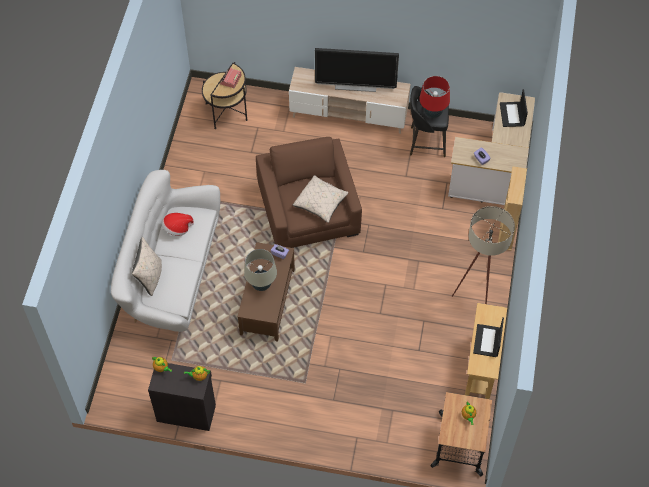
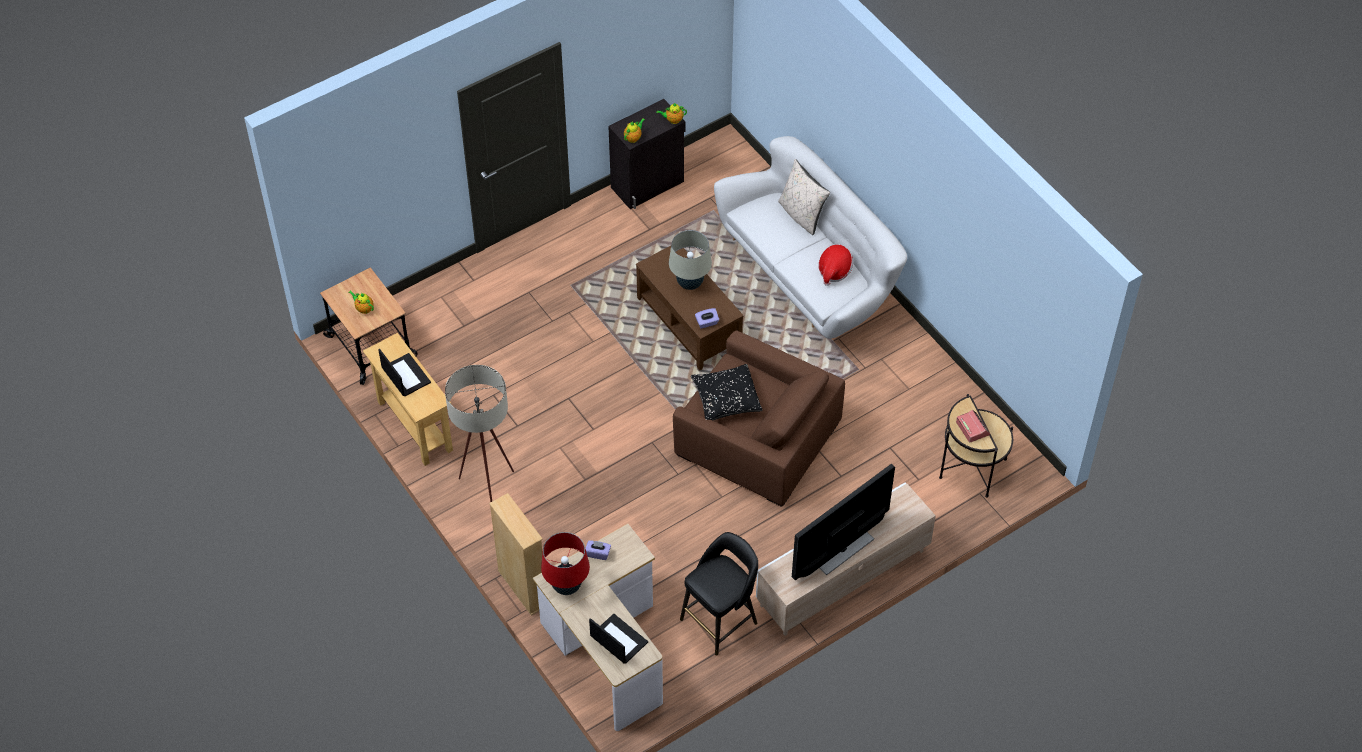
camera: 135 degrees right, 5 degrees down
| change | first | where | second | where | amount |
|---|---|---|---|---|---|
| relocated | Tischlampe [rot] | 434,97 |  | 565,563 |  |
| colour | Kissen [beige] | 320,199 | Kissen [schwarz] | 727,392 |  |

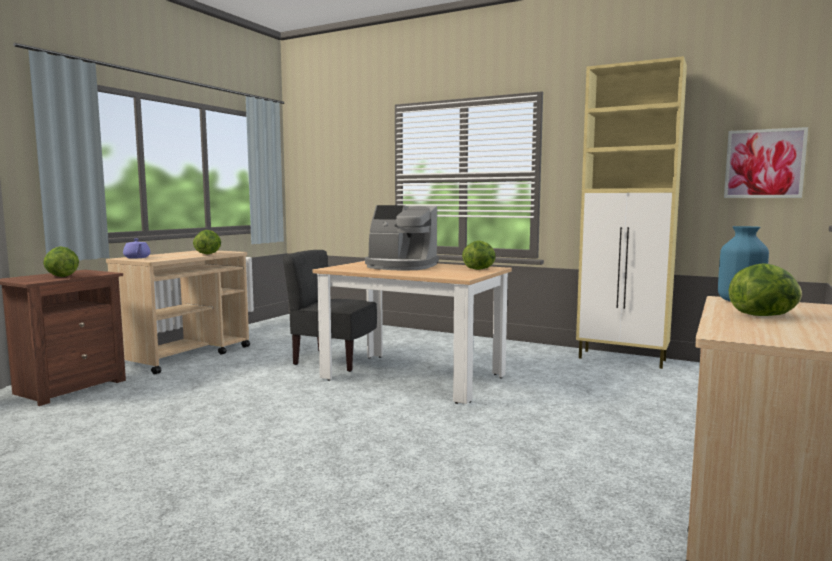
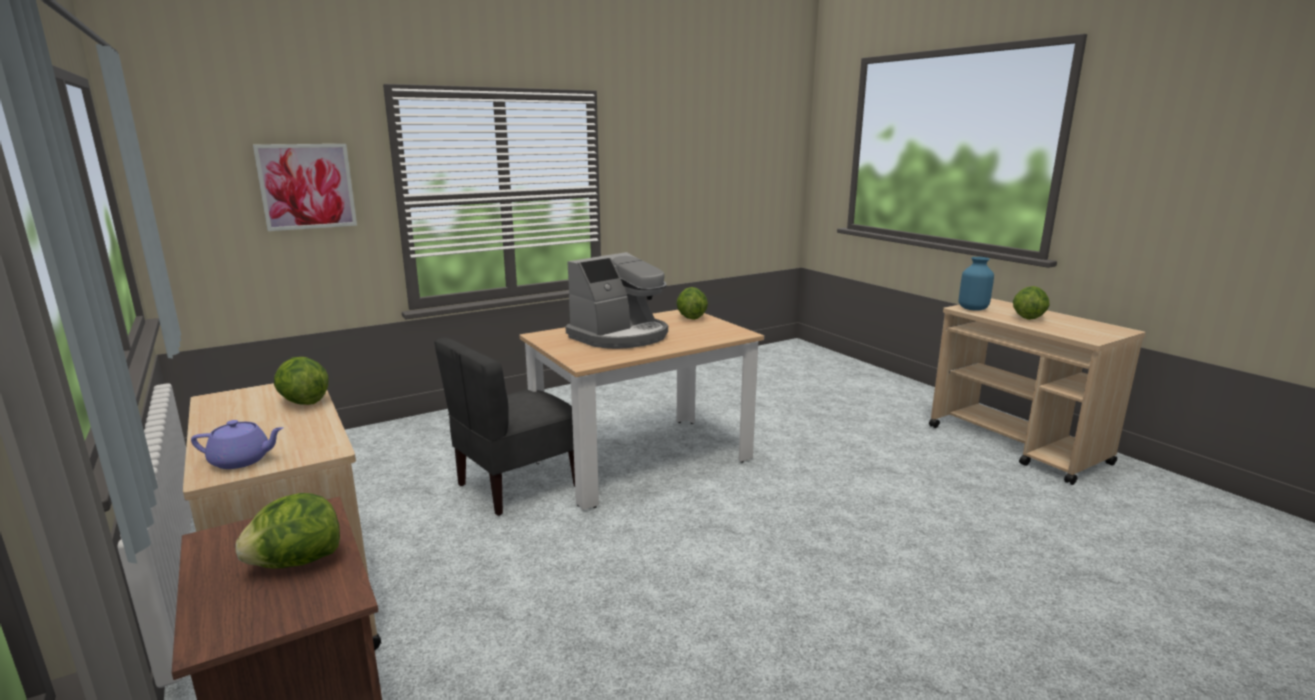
camera: 60 degrees left, 10 degrees up
| change | first | where | second | where | amount |
|---|---|---|---|---|---|
| missing | Schrank [beige] | 631,212 |  |  |  |
| relocated | Bild | 766,162 |  | 305,187 |  |

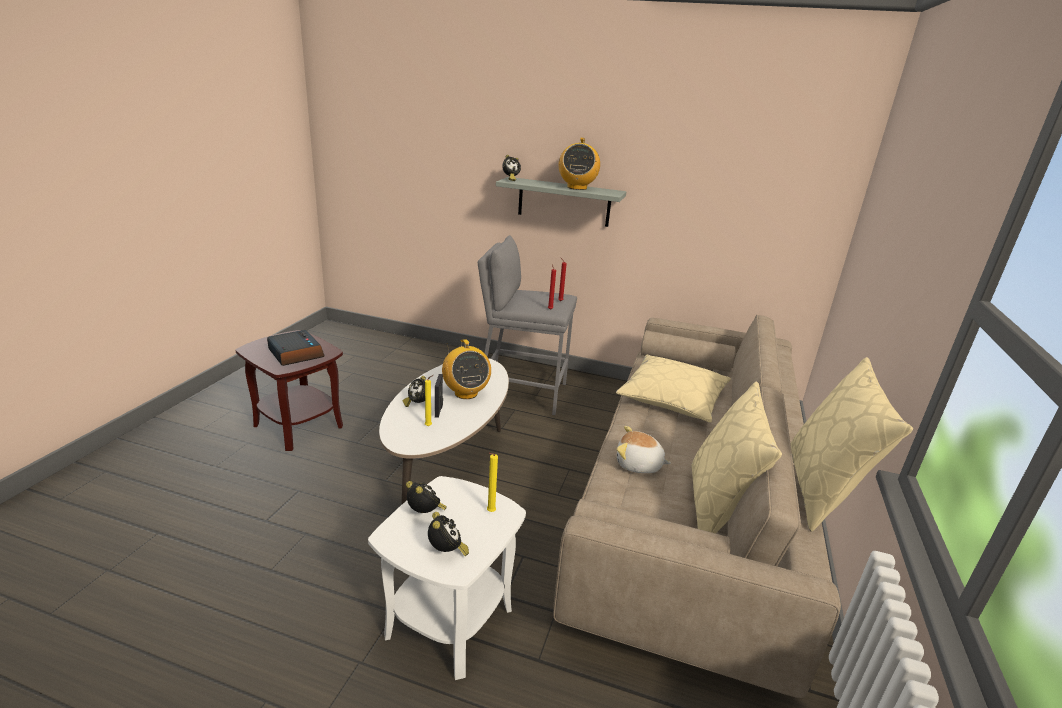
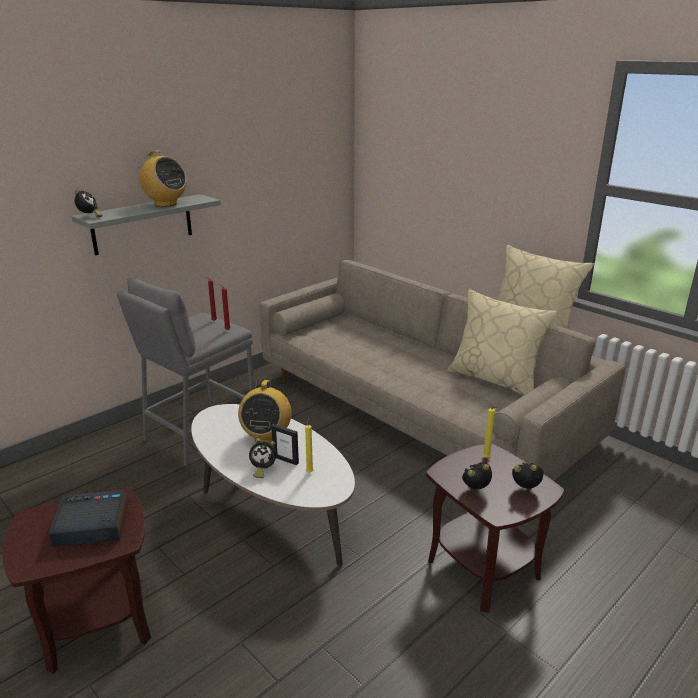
camera: 60 degrees left, 0 degrees up
| change | first | where | second | where | amount |
|---|---|---|---|---|---|
| missing | Kissen [beige] | 673,388 |  |  |  |
| missing | Plüschtier | 644,449 |  |  |  |
| colour | Beistelltisch [weiß] | 447,578 | Beistelltisch [braun] | 495,527 |  |
| spun | Radio | 466,369 |  | 265,411 | 90 degrees clockwise |

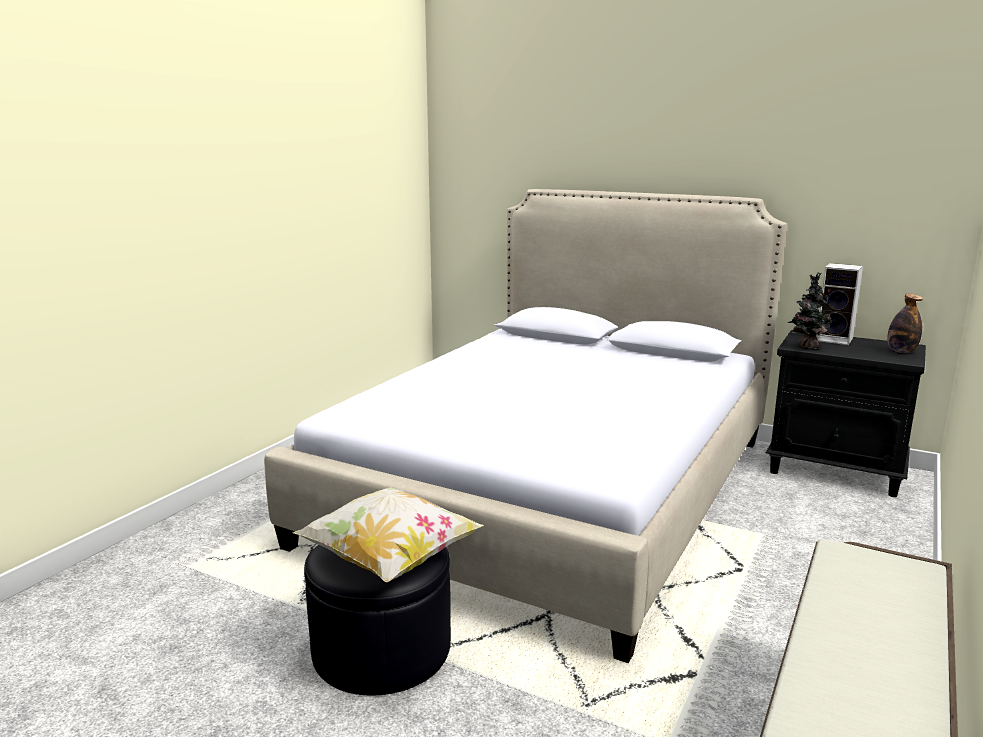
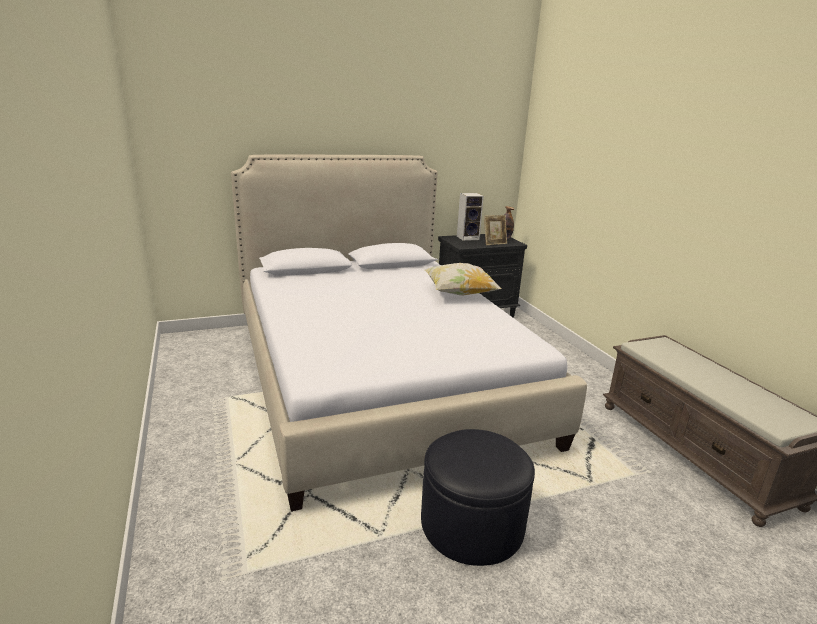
camera: 50 degrees left, 5 degrees up
| change | first | where | second | where | amount |
|---|---|---|---|---|---|
| missing | Topfpflanze | 809,311 |  |  |  |
| appeared |  |  | Bilderrahmen | 495,230 |  |
| relocated | Kissen | 388,534 |  | 463,279 |  |

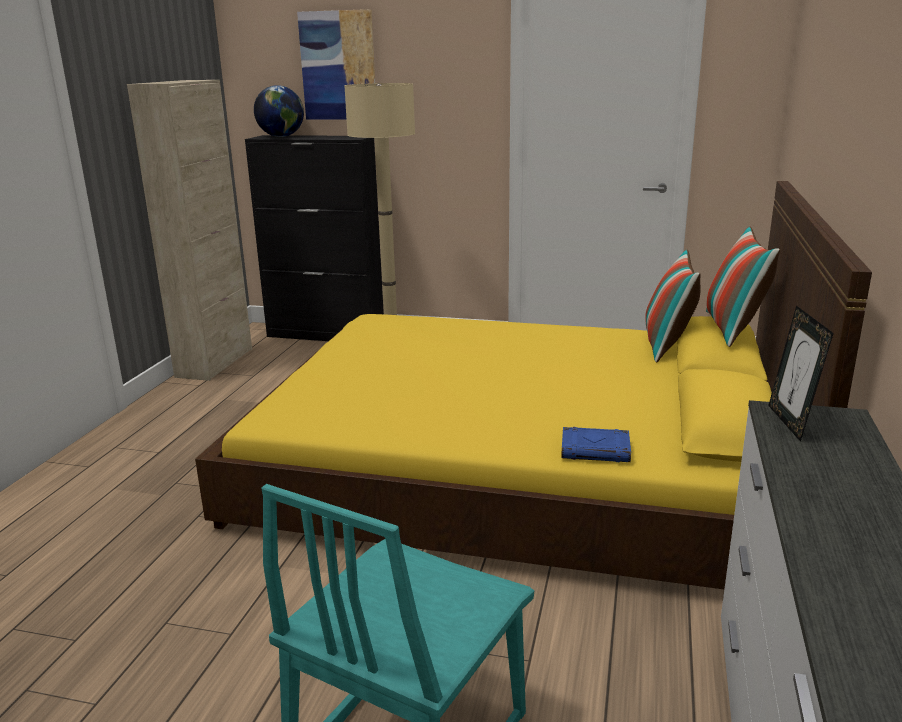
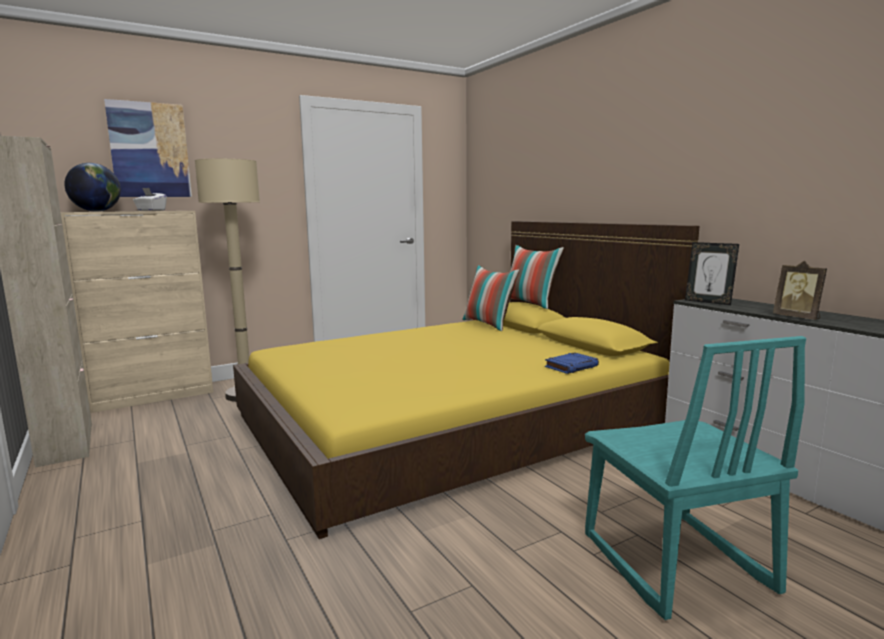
camera: 45 degrees left, 10 degrees down
| change | first | where | second | where | amount |
|---|---|---|---|---|---|
| appeared |  |  | Taschentuchbox [weiß] | 150,199 |  |
| appeared |  |  | Bilderrahmen | 800,290 |  |
| colour | Schrank [schwarz] | 314,238 | Schrank [beige] | 137,312 |  |

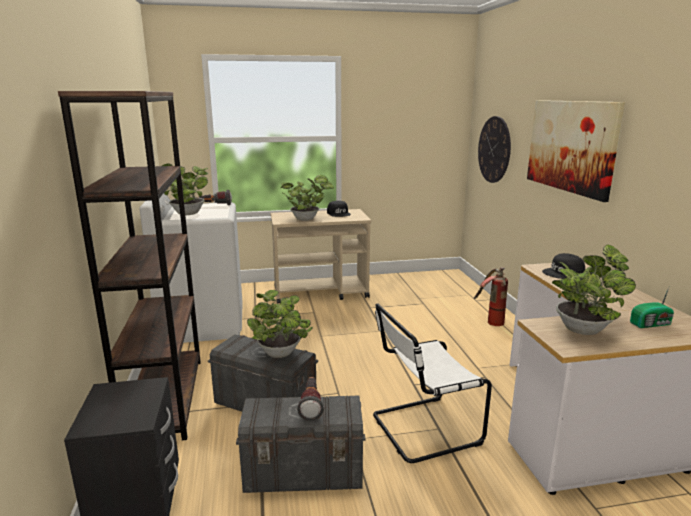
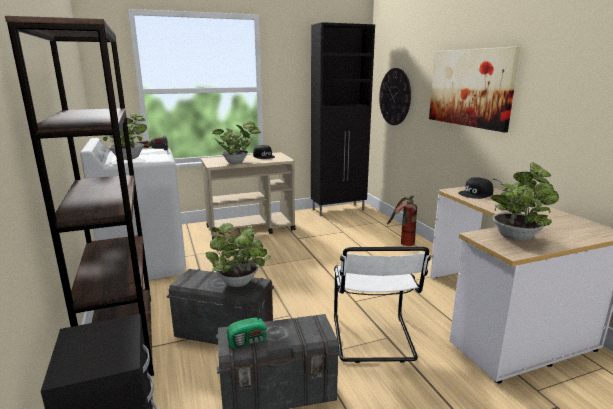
camera: 10 degrees left, 0 degrees up
| change | first | where | second | where | amount |
|---|---|---|---|---|---|
| missing | Taschenlampe | 310,399 |  |  |  |
| appeared |  |  | Schrank [schwarz] | 343,119 |  |
| relocated | Radio | 652,306 |  | 247,324 |  |
| spun | Stuhl [weiß] | 432,383 |  | 382,305 | 60 degrees counterclockwise |

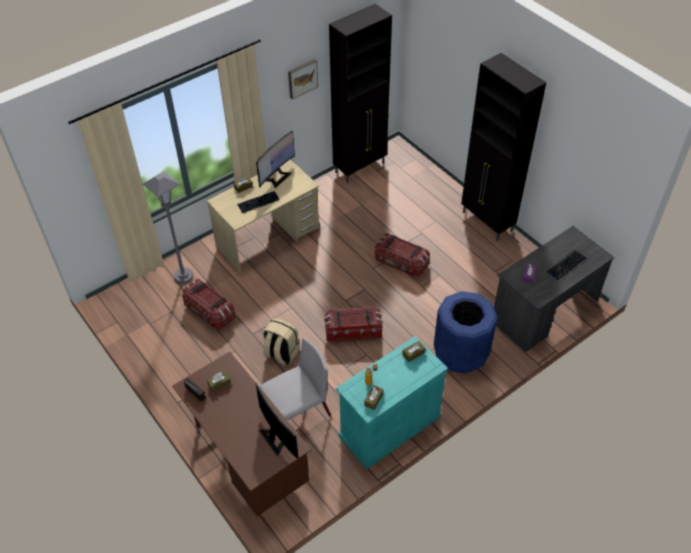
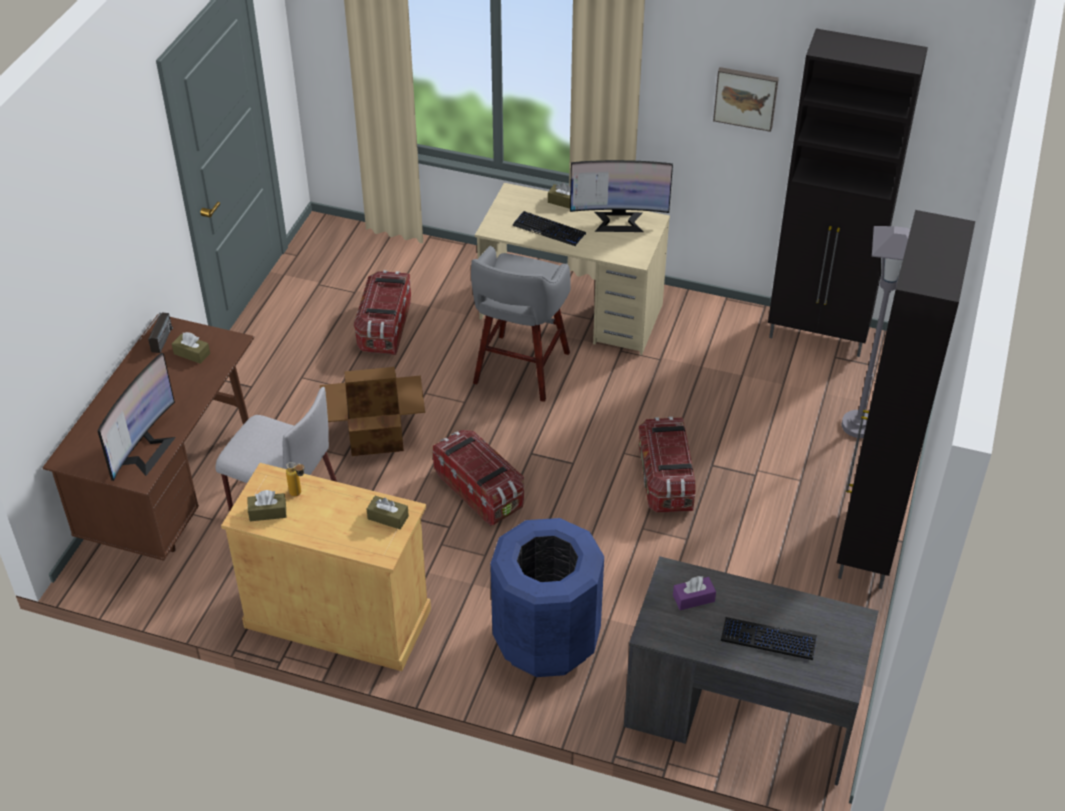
camera: 55 degrees right, 5 degrees down
| change | first | where | second | where | amount |
|---|---|---|---|---|---|
| appeared |  |  | Hocker [grau] | 521,324 |  |
| relocated | Stehlampe [grau] | 168,227 |  | 876,332 |  |
| exchanged | Rucksack [beige] | 281,342 | Karton | 372,411 |  |
| colour | Schrank [türkis] | 391,402 | Schrank [beige] | 326,567 |  |

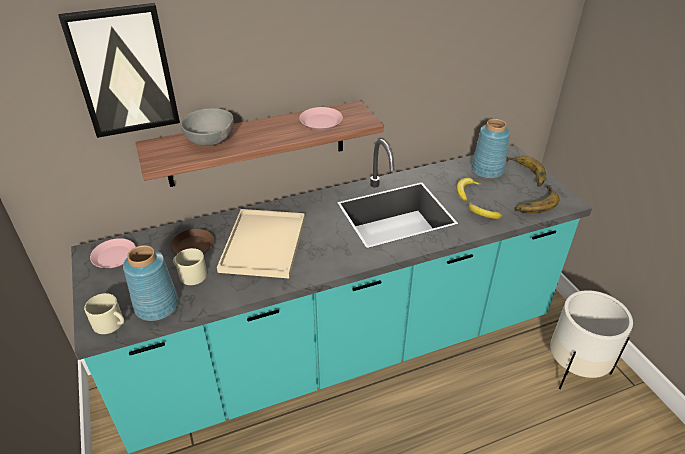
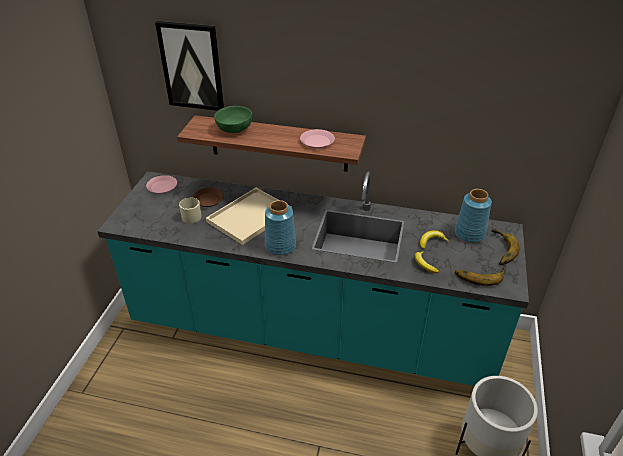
camera: 35 degrees right, 0 degrees up
| change | first | where | second | where | amount |
|---|---|---|---|---|---|
| missing | Henkelbecher [beige] | 104,313 |  |  |  |
| relocated | Vase [blau] | 151,283 |  | 280,227 |  |
| colour | Schüssel [grau] | 207,127 | Schüssel [grün] | 233,119 |  |

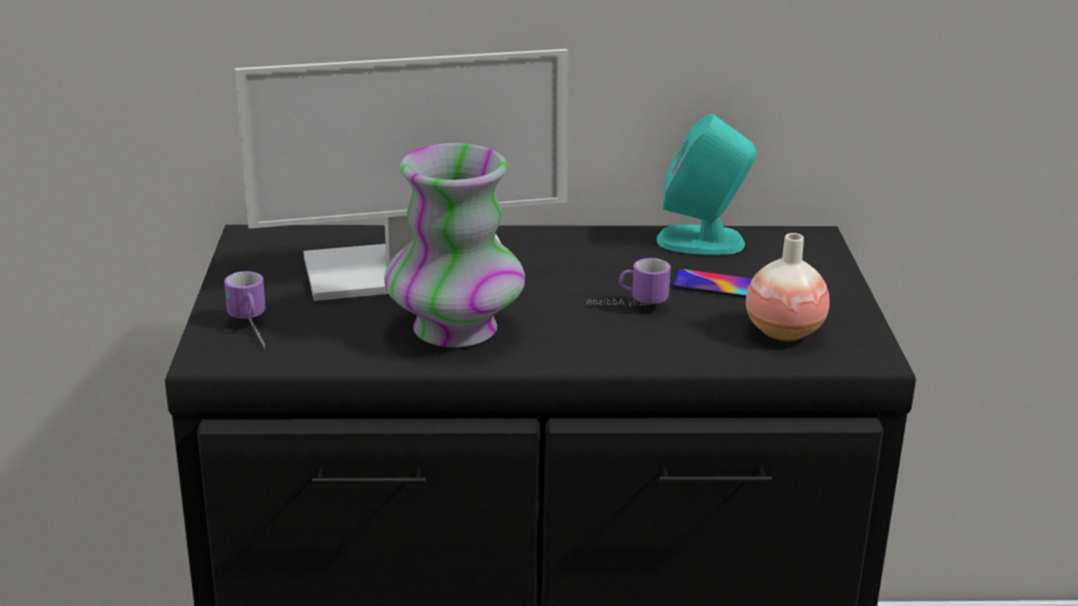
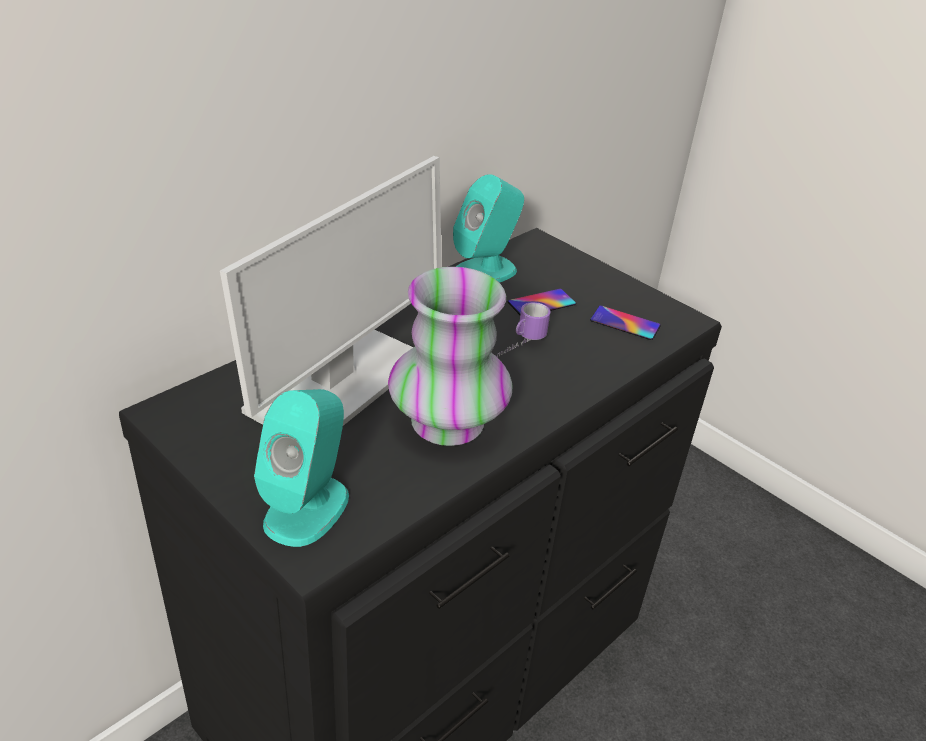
camera: 45 degrees left, 10 degrees up
| change | first | where | second | where | amount |
|---|---|---|---|---|---|
| exchanged | Henkelbecher | 244,309 | Lautsprecher [türkis] | 301,468 |  |
| exchanged | Vase | 788,287 | Handy | 625,322 |  |

